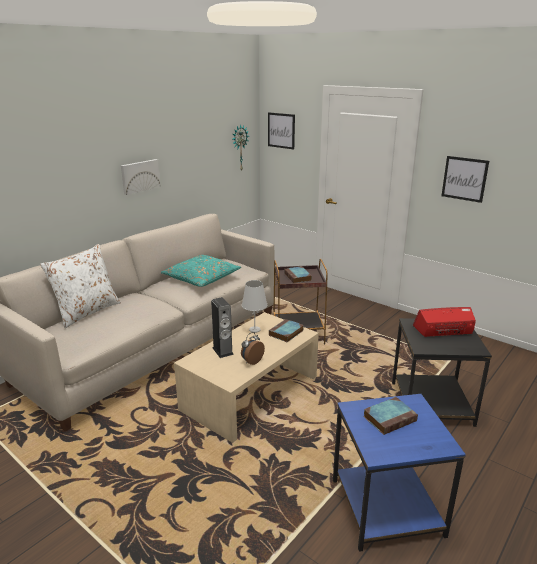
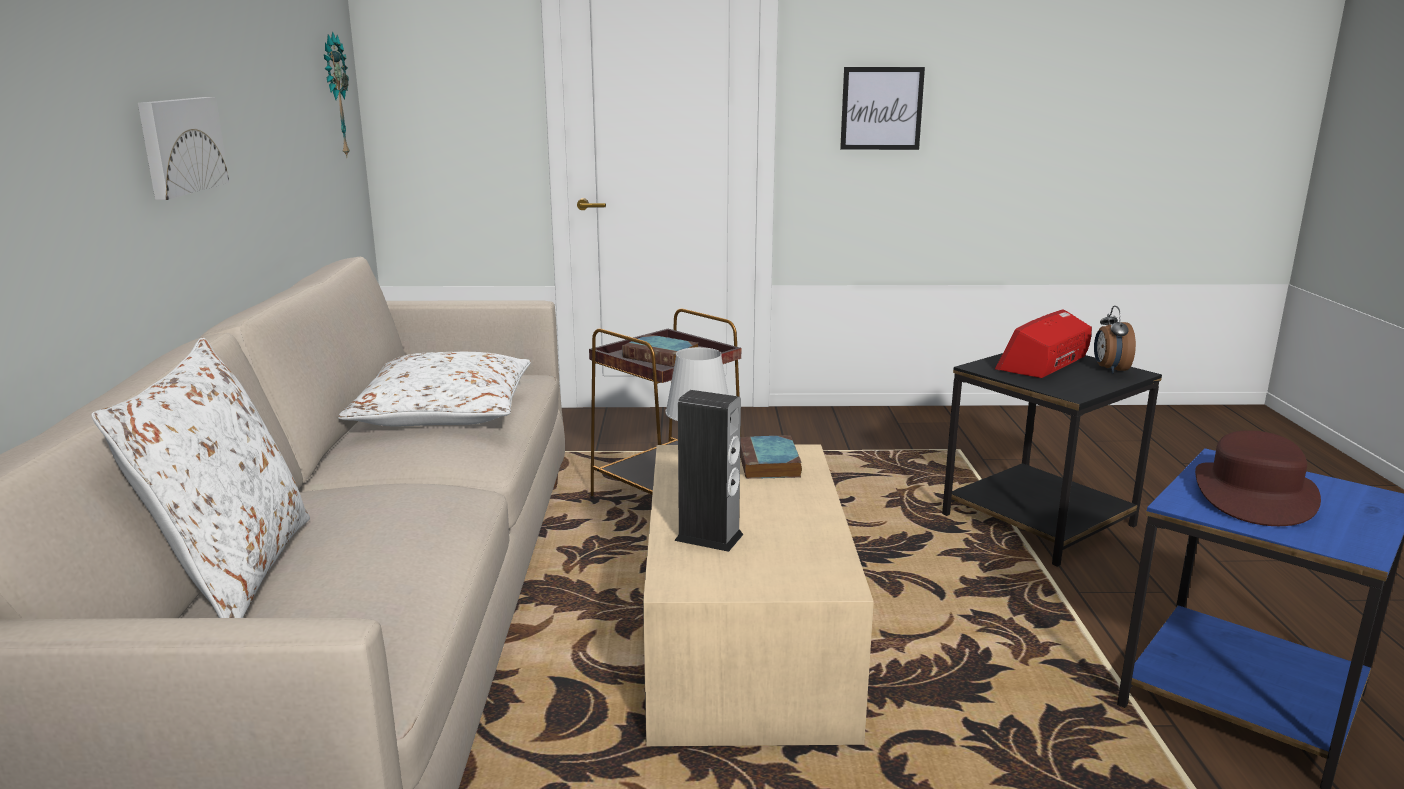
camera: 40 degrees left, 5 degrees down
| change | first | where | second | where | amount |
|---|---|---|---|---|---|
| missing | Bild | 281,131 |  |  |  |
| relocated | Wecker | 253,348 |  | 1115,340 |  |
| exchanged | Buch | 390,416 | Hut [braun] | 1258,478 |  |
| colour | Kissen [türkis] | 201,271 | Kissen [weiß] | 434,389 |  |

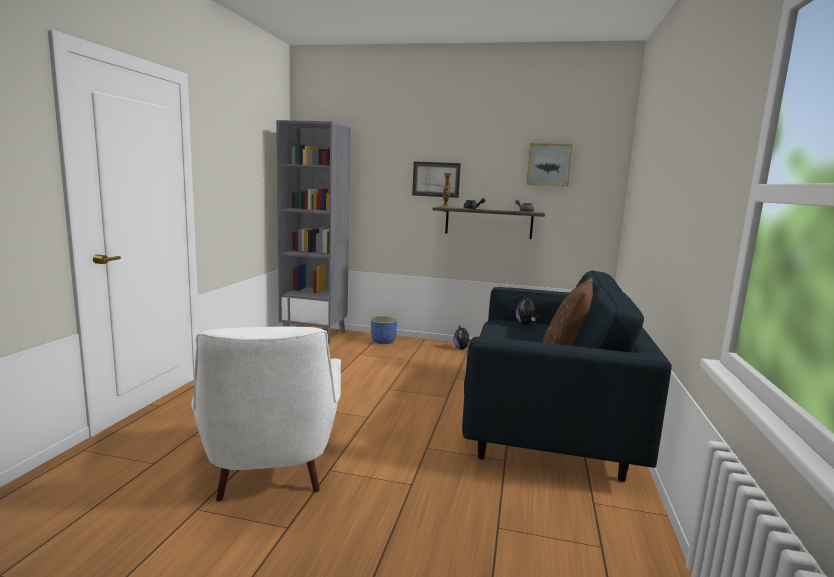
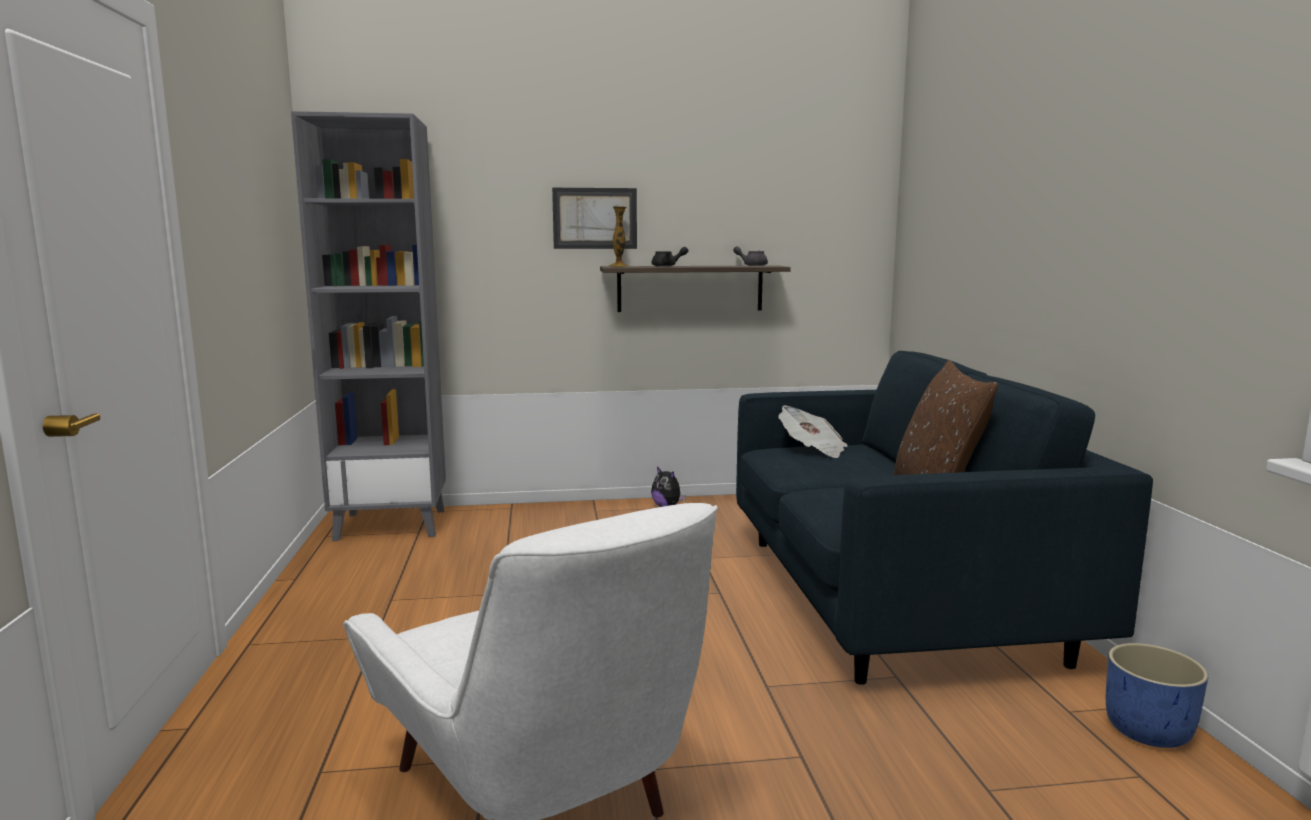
camera: 20 degrees left, 0 degrees up
| change | first | where | second | where | amount |
|---|---|---|---|---|---|
| missing | Bild | 550,165 |  |  |  |
| relocated | Pflanzkübel [blau] | 384,330 |  | 1157,695 |  |
| exchanged | Plüschtier | 528,309 | Zeitung | 812,431 |  |

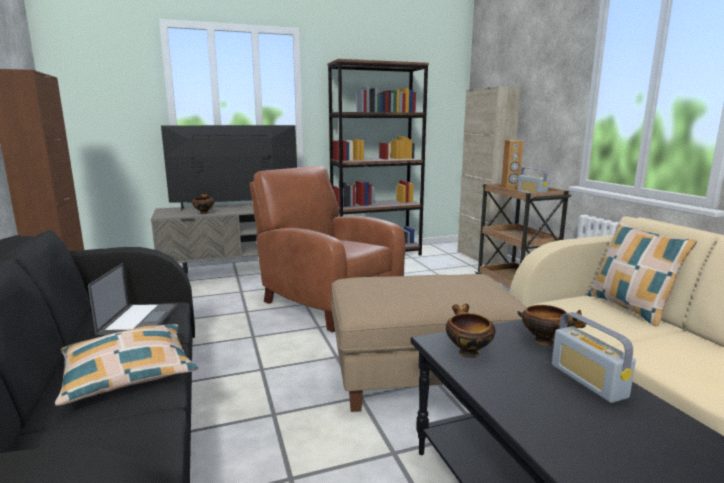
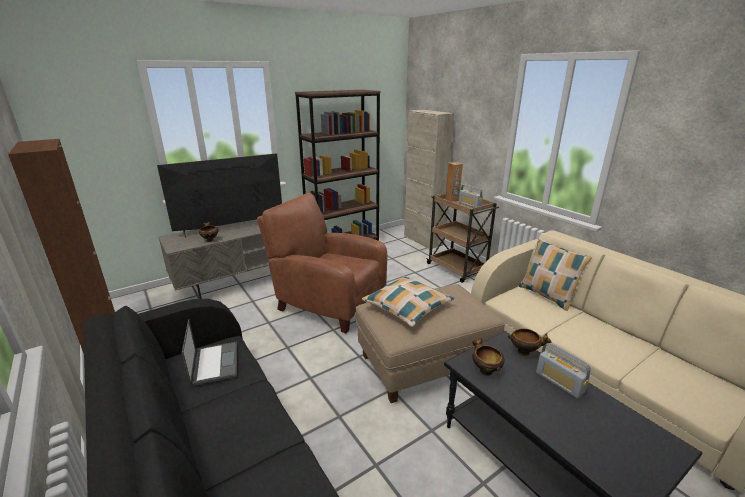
camera: 15 degrees left, 10 degrees up
| change | first | where | second | where | amount |
|---|---|---|---|---|---|
| relocated | Kissen | 126,365 |  | 407,301 |  |

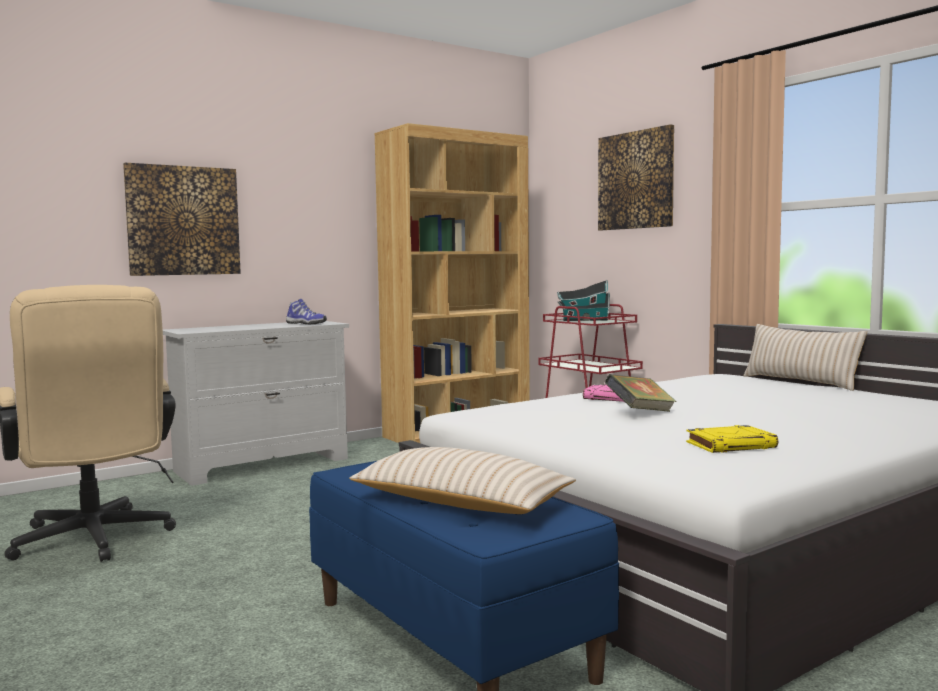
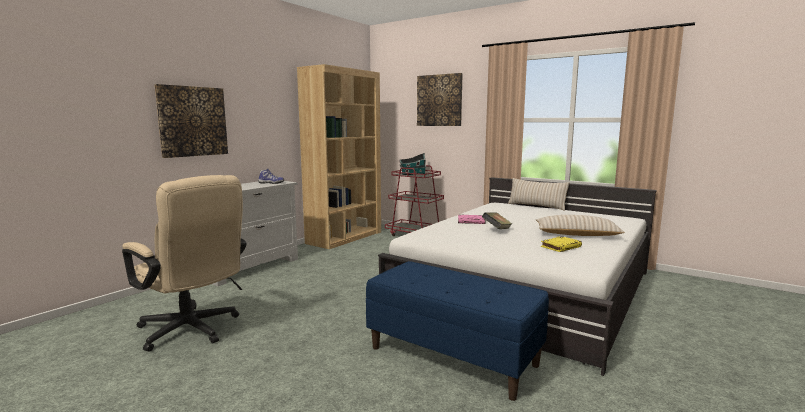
camera: 20 degrees left, 5 degrees up
| change | first | where | second | where | amount |
|---|---|---|---|---|---|
| relocated | Kissen [beige] | 462,480 |  | 580,225 |  |

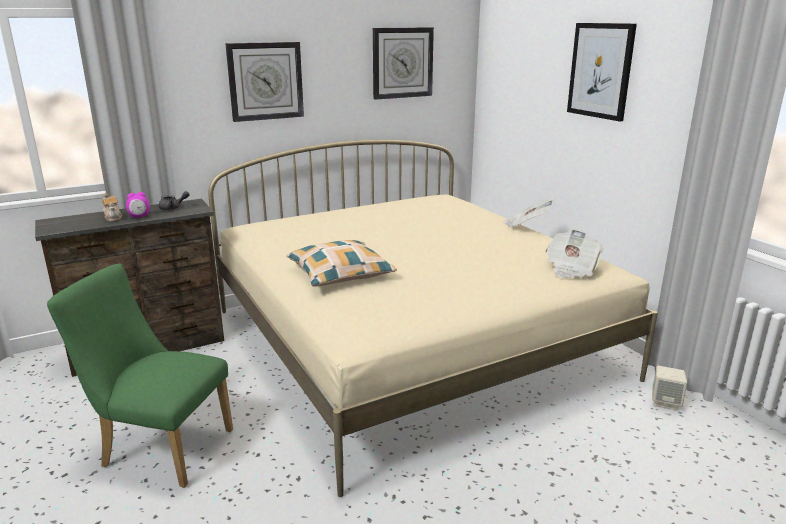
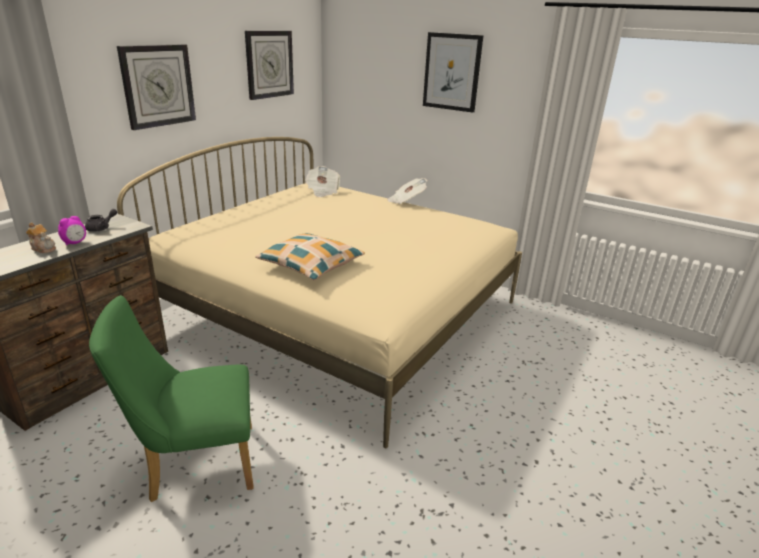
camera: 30 degrees left, 5 degrees up
| change | first | where | second | where | amount |
|---|---|---|---|---|---|
| missing | Lautsprecher [beige] | 669,388 |  |  |  |
| relocated | Zeitung | 574,253 |  | 322,181 |  |

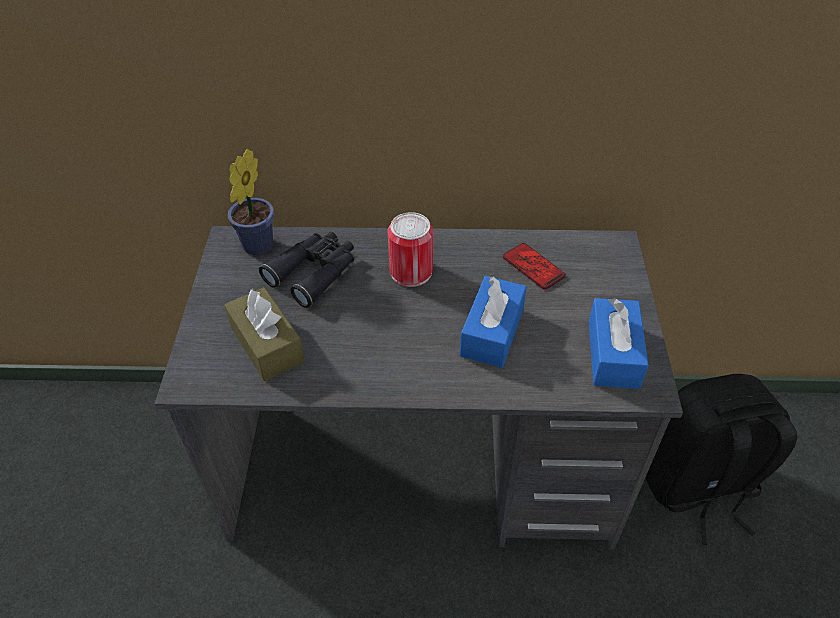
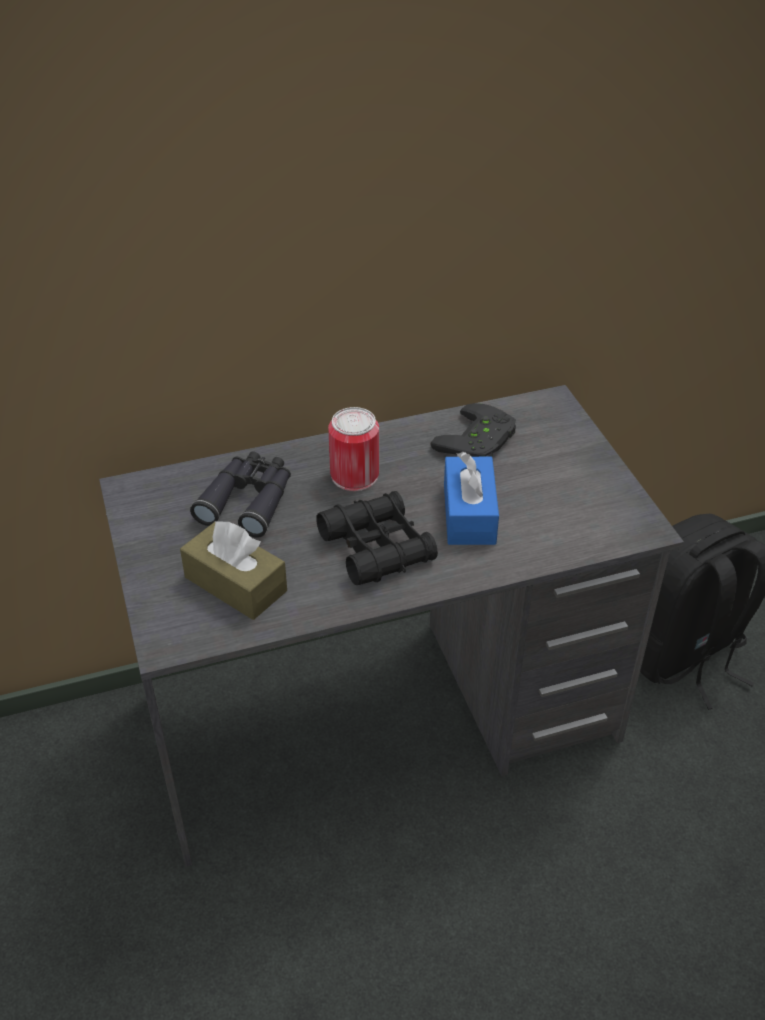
camera: 20 degrees left, 5 degrees down
| change | first | where | second | where | amount |
|---|---|---|---|---|---|
| missing | Topfpflanze | 251,202 |  |  |  |
| missing | Taschentuchbox [blau] | 618,343 |  |  |  |
| appeared |  |  | Fernglas [schwarz] | 377,538 |  |
| exchanged | Handy | 534,266 | Gamepad [schwarz] | 473,430 |  |

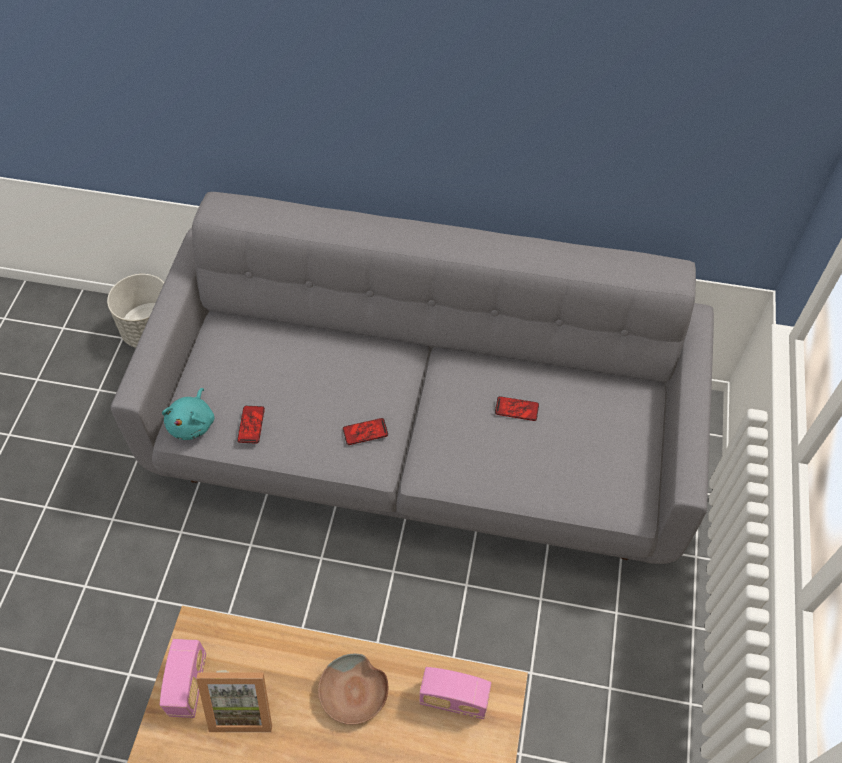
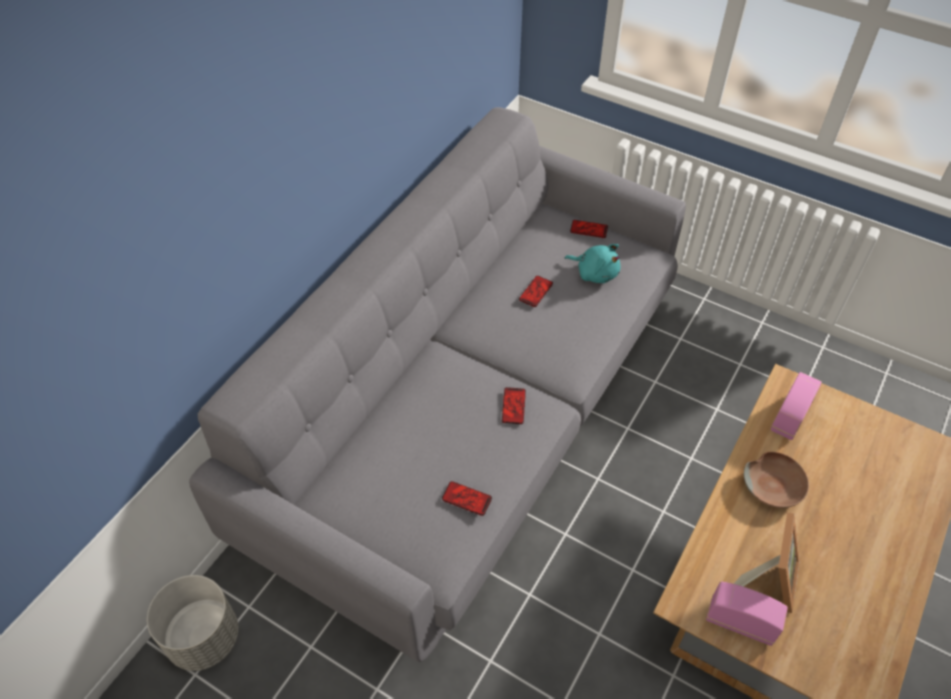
camera: 70 degrees left, 5 degrees down
| change | first | where | second | where | amount |
|---|---|---|---|---|---|
| appeared |  |  | Handy | 589,229 |  |
| relocated | Plüschtier [türkis] | 188,414 |  | 592,263 |  |

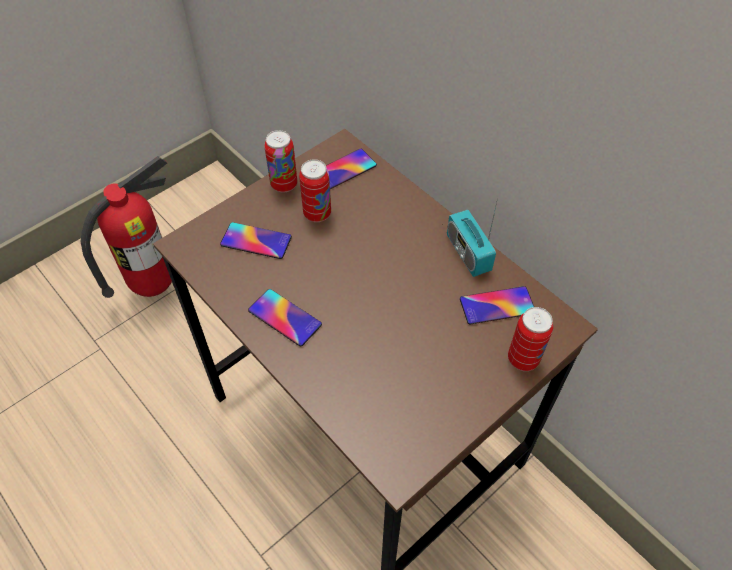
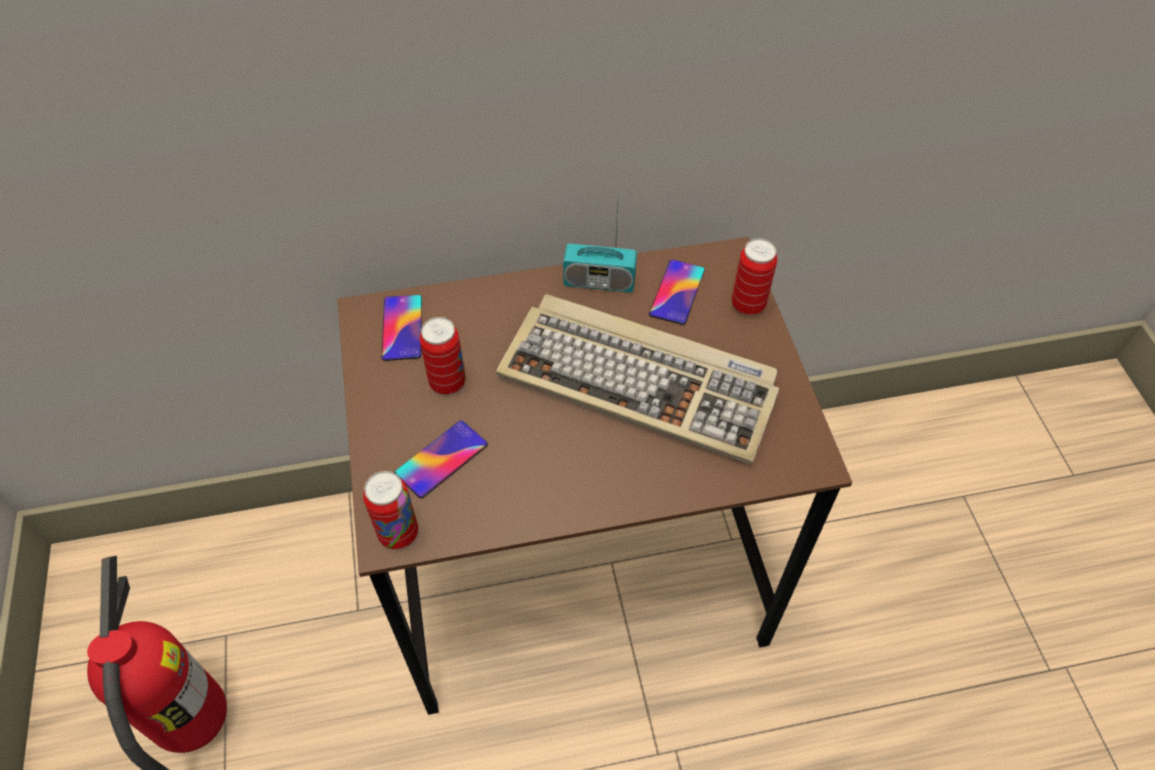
camera: 60 degrees left, 0 degrees up
| change | first | where | second | where | amount |
|---|---|---|---|---|---|
| missing | Handy | 285,317 |  |  |  |
| appeared |  |  | Tastatur | 637,379 |  |
| relocated | Dose | 280,161 |  | 390,510 |  |

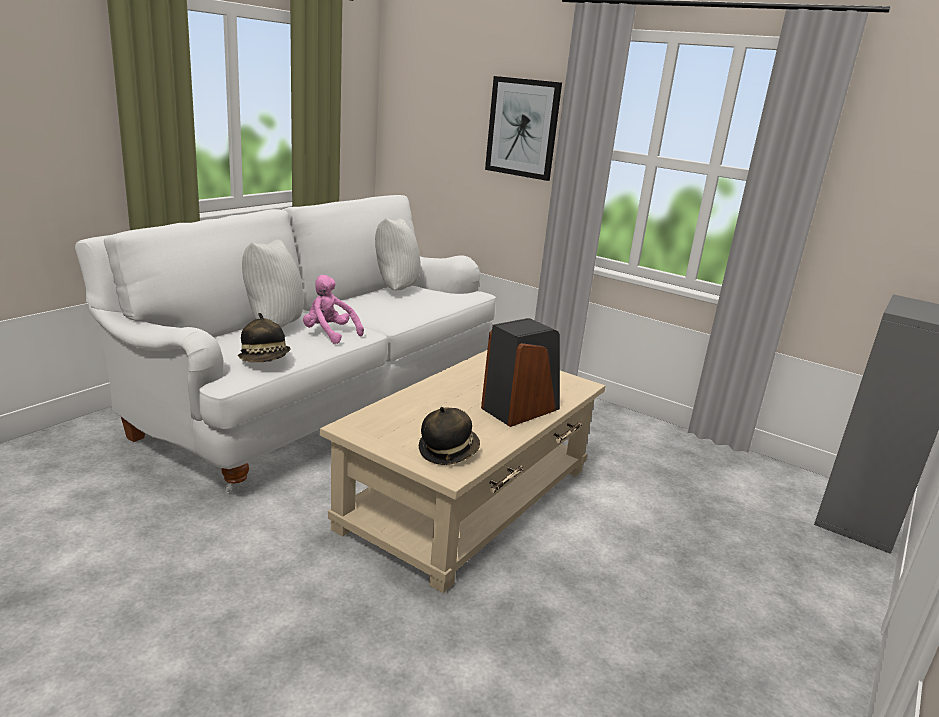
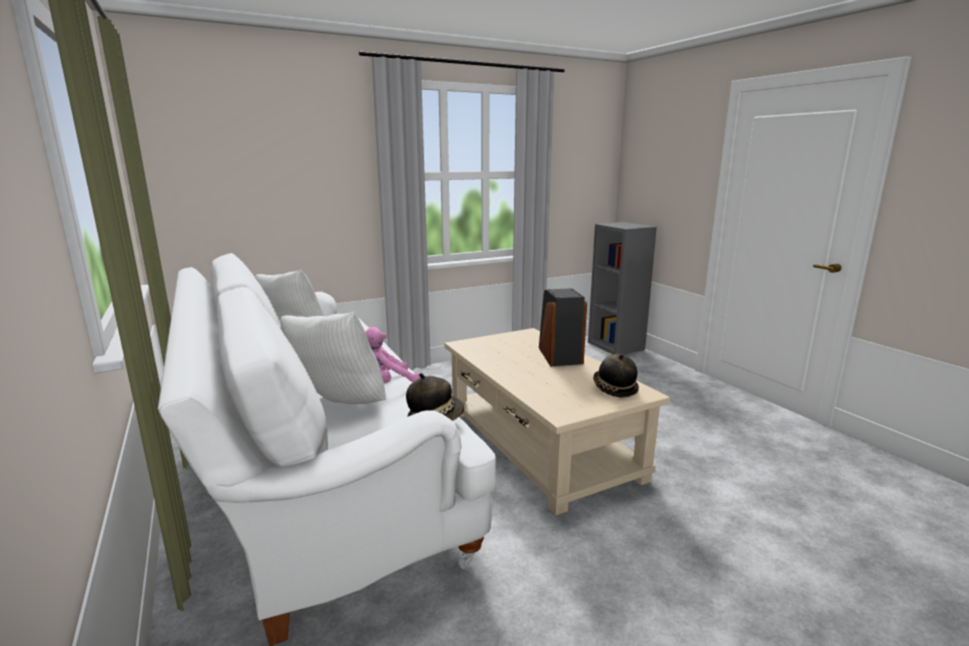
camera: 60 degrees left, 5 degrees down
| change | first | where | second | where | amount |
|---|---|---|---|---|---|
| missing | Bild | 523,128 |  |  |  |

